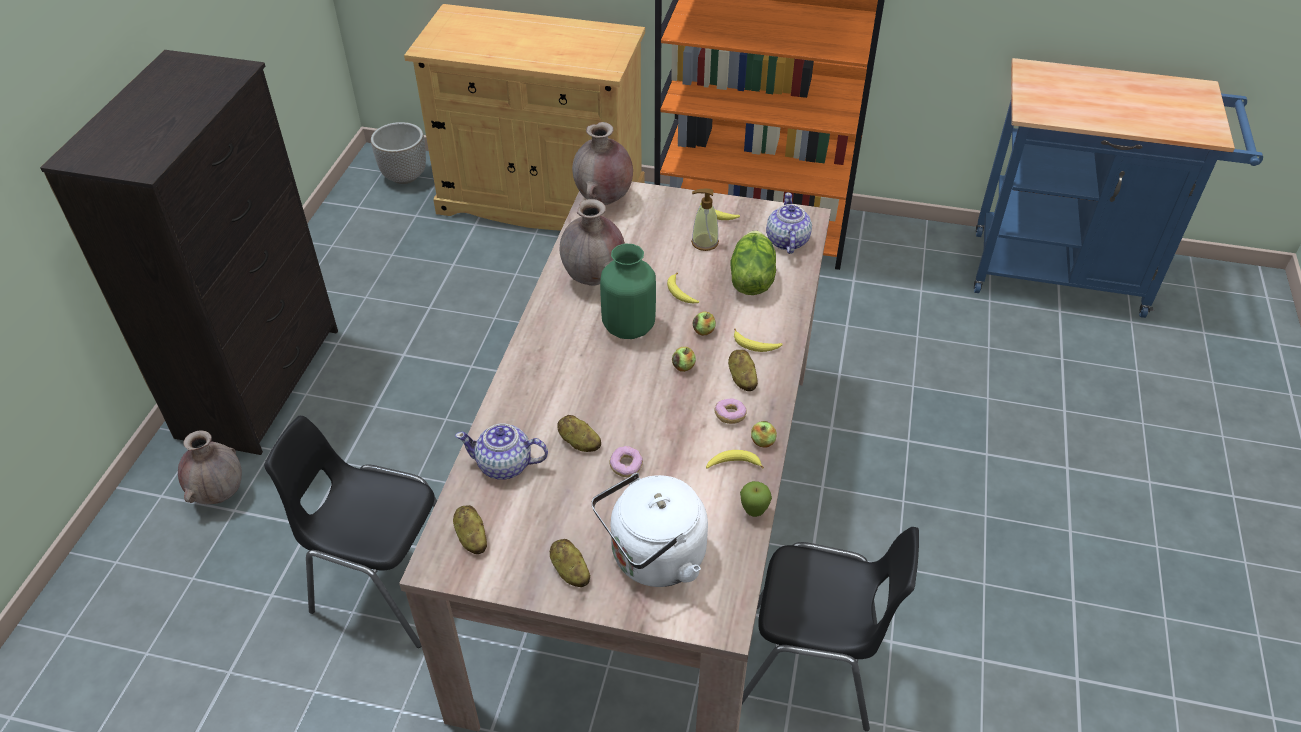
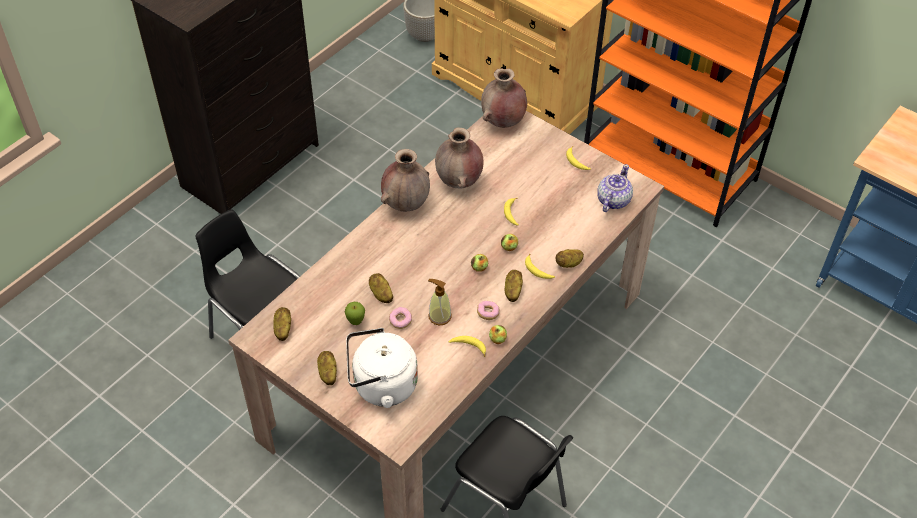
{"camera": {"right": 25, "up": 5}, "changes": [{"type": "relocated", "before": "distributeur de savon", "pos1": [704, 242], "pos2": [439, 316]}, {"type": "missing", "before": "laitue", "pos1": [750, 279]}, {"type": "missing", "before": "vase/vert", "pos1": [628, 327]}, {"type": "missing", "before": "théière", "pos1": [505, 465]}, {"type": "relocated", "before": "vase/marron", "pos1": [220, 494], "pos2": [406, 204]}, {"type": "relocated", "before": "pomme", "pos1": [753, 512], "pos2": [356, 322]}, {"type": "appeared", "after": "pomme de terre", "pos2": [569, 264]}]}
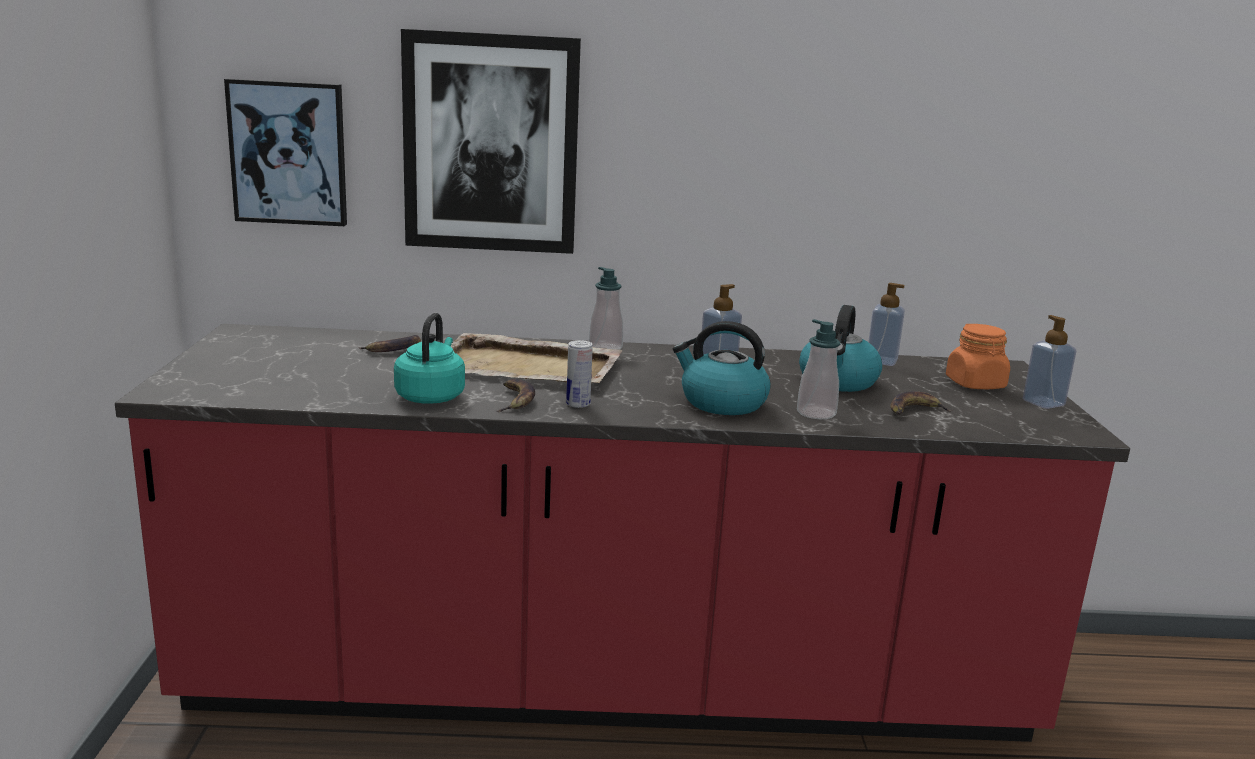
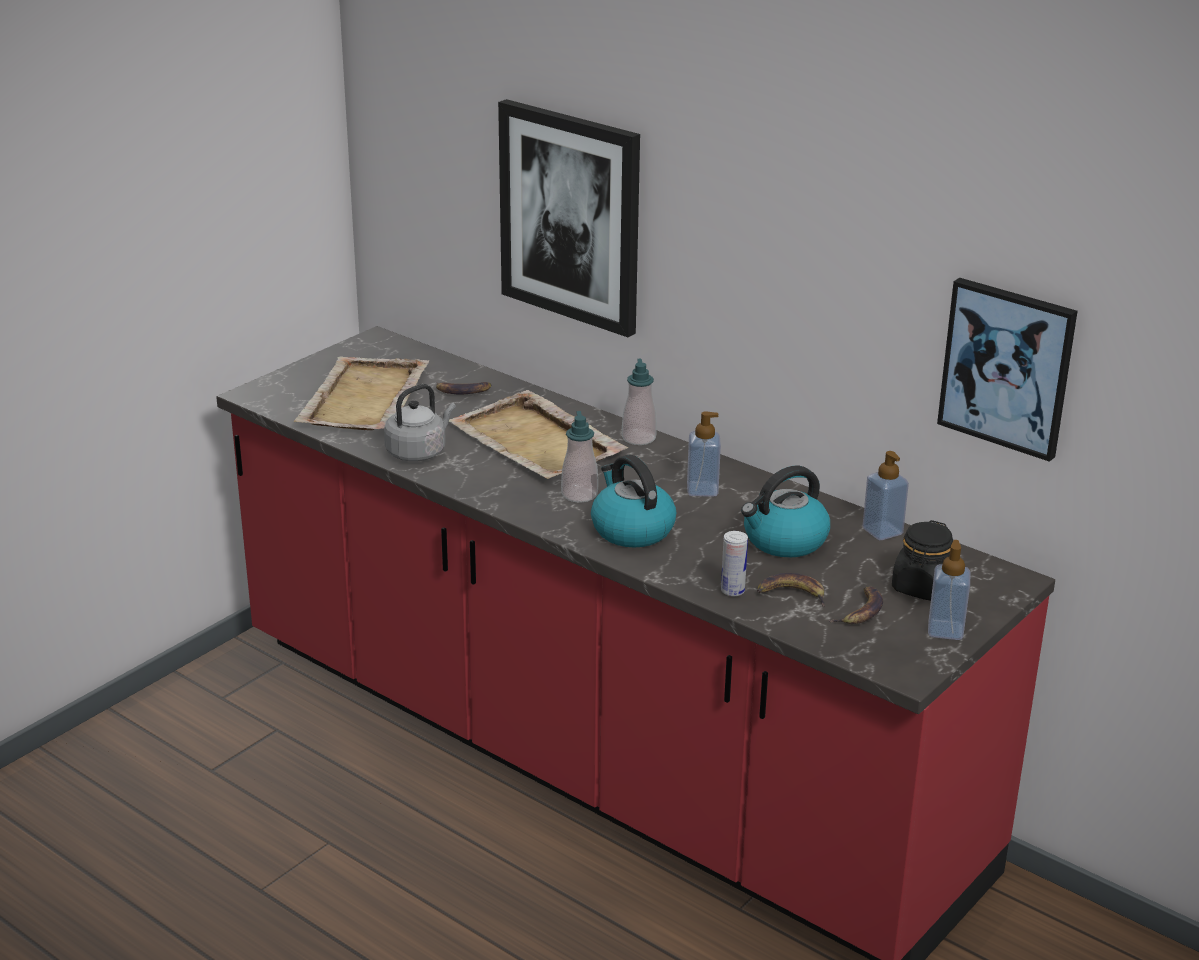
{"camera": {"right": 40, "up": 10}, "changes": [{"type": "relocated", "before": "tableau", "pos1": [289, 153], "pos2": [1007, 367]}, {"type": "colour", "before": "bouilloire/turquoise", "after": "bouilloire/gris", "pos1": [431, 396], "pos2": [419, 452]}, {"type": "relocated", "before": "distributeur de savon", "pos1": [816, 413], "pos2": [579, 494]}, {"type": "colour", "before": "bocal/orange", "after": "bocal/noir", "pos1": [975, 384], "pos2": [923, 587]}, {"type": "relocated", "before": "boîte métallique", "pos1": [578, 404], "pos2": [732, 591]}, {"type": "relocated", "before": "banane", "pos1": [515, 400], "pos2": [860, 611]}, {"type": "appeared", "after": "plateau/beige", "pos2": [363, 399]}]}
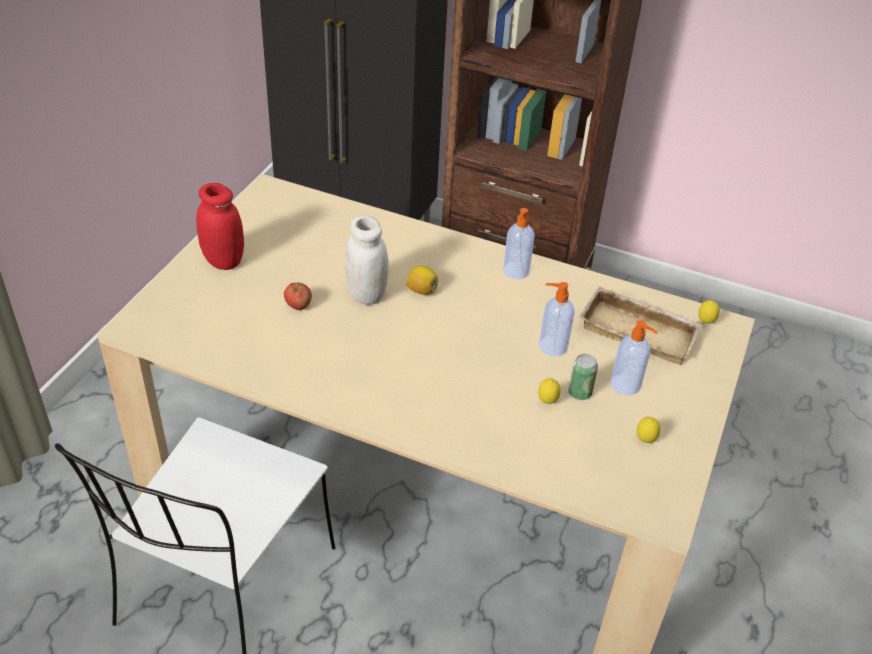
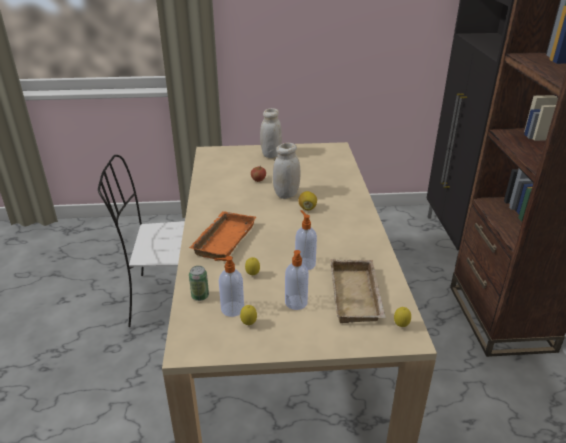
{"camera": {"right": 65, "up": -10}, "changes": [{"type": "colour", "before": "bocal/rouge", "after": "bocal/blanc", "pos1": [223, 261], "pos2": [271, 154]}, {"type": "relocated", "before": "distributeur de savon", "pos1": [515, 271], "pos2": [231, 309]}, {"type": "relocated", "before": "boîte métallique", "pos1": [579, 393], "pos2": [200, 296]}, {"type": "appeared", "after": "plateau/orange", "pos2": [223, 239]}]}
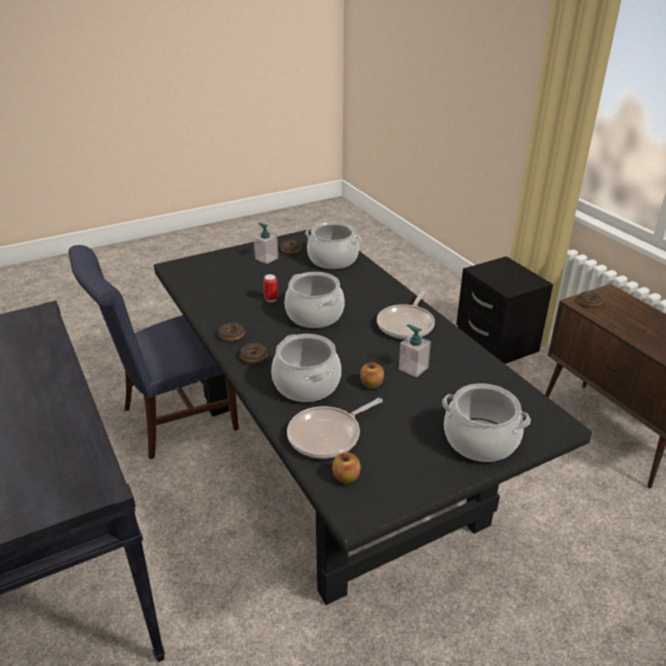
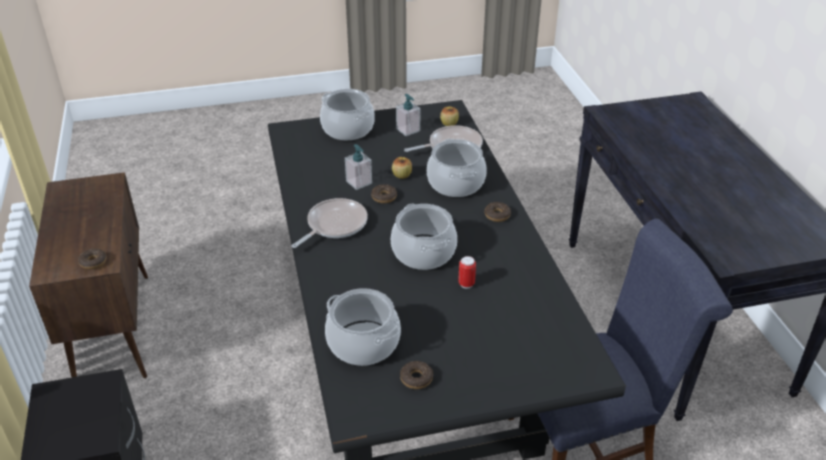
{"camera": {"right": -165, "up": 5}, "changes": [{"type": "relocated", "before": "distributeur de savon", "pos1": [266, 258], "pos2": [408, 130]}, {"type": "relocated", "before": "beignet", "pos1": [231, 335], "pos2": [384, 197]}]}
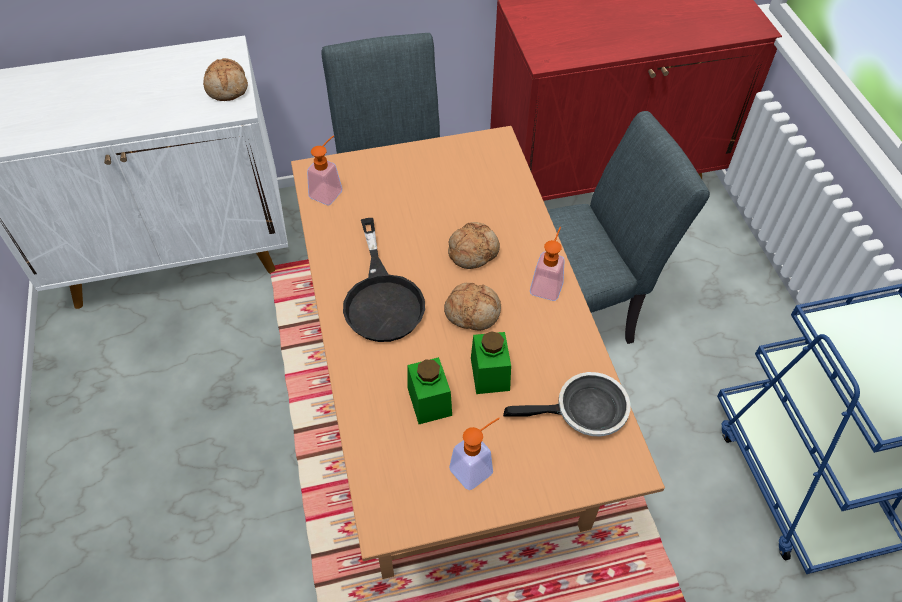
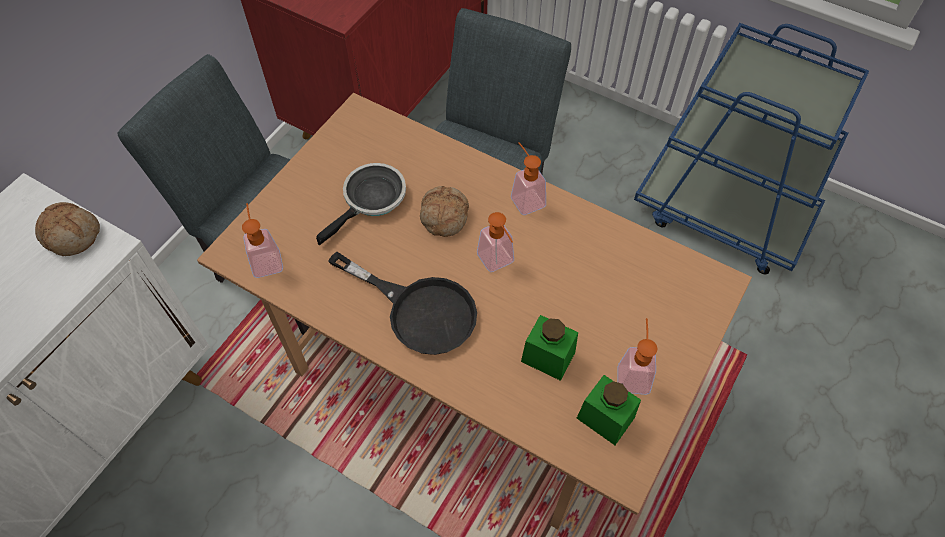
{"camera": {"right": -45, "up": 5}, "changes": [{"type": "exchanged", "before": "pain", "after": "distributeur de savon", "pos1": [473, 311], "pos2": [498, 262]}, {"type": "relocated", "before": "bocal/vert", "pos1": [490, 374], "pos2": [605, 418]}, {"type": "relocated", "before": "poêle", "pos1": [585, 411], "pos2": [371, 200]}]}
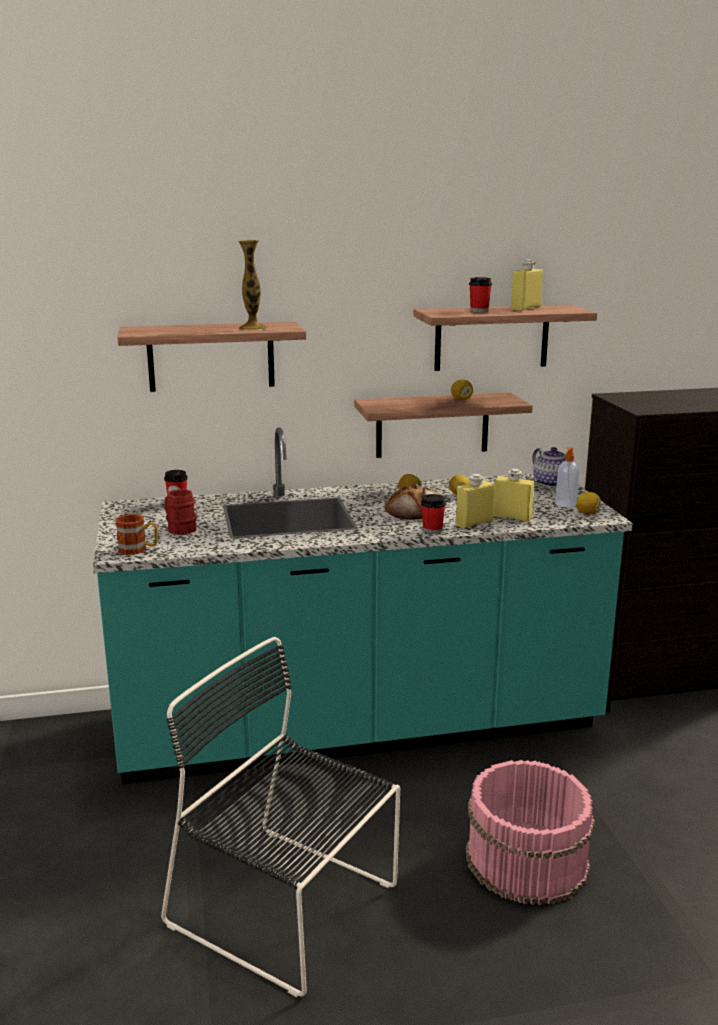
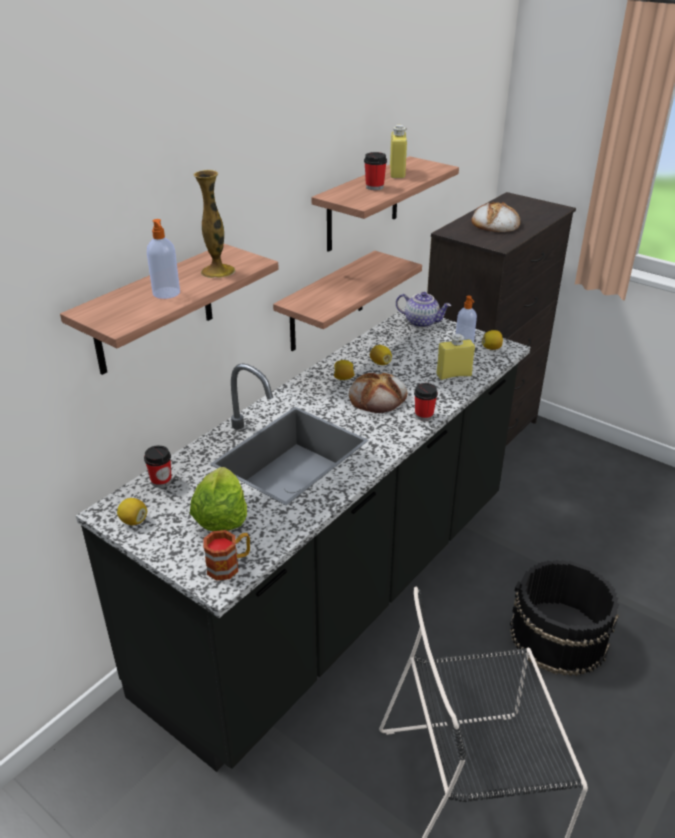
{"camera": {"right": -40, "up": 15}, "changes": [{"type": "relocated", "before": "citron", "pos1": [461, 399], "pos2": [133, 521]}, {"type": "colour", "before": "comptoir de cuisine/turquoise", "after": "comptoir de cuisine/noir", "pos1": [359, 728], "pos2": [337, 592]}, {"type": "missing", "before": "bouteille/jaune", "pos1": [474, 523]}, {"type": "exchanged", "before": "mug/rouge", "after": "laitue", "pos1": [179, 528], "pos2": [220, 516]}, {"type": "colour", "before": "seau/rose", "after": "seau/noir", "pos1": [525, 860], "pos2": [558, 636]}, {"type": "appeared", "after": "pain", "pos2": [495, 224]}, {"type": "appeared", "after": "distributeur de savon", "pos2": [166, 293]}]}
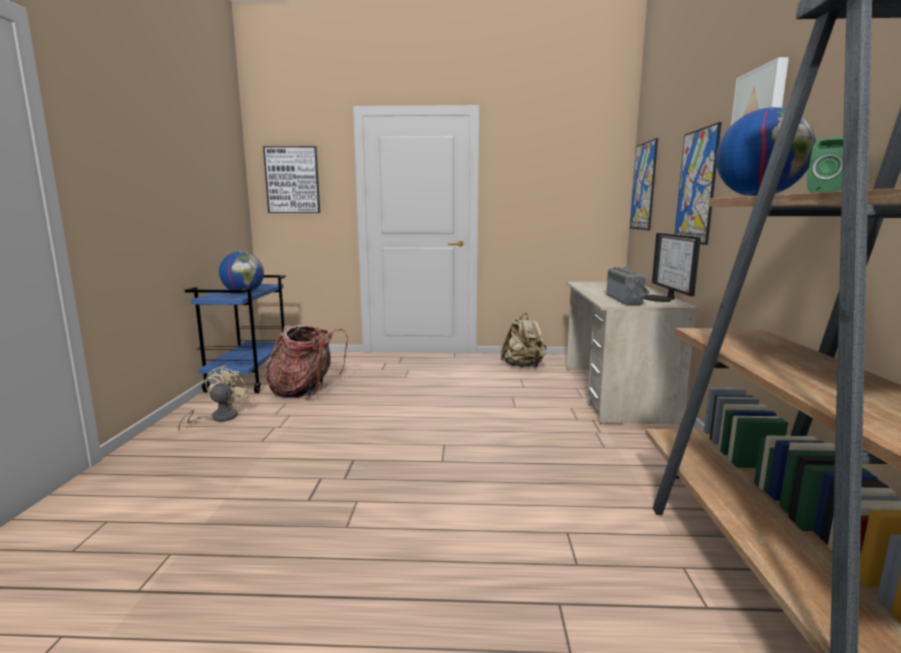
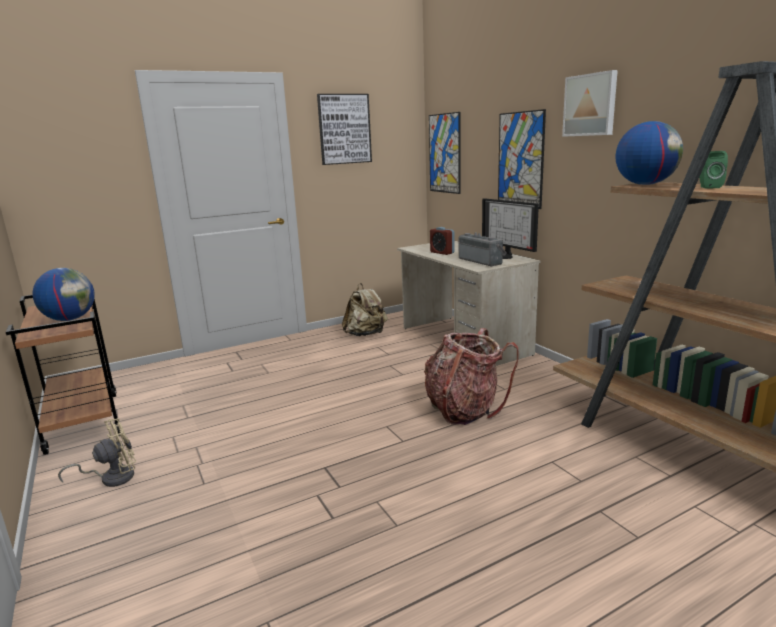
{"camera": {"right": -30, "up": 5}, "changes": [{"type": "relocated", "before": "tableau", "pos1": [292, 180], "pos2": [344, 129]}, {"type": "colour", "before": "chariot/bleu", "after": "chariot/marron", "pos1": [249, 378], "pos2": [82, 422]}, {"type": "relocated", "before": "sac à dos", "pos1": [305, 391], "pos2": [464, 409]}, {"type": "spun", "before": "ventilateur/beige", "pos1": [218, 418], "pos2": [112, 477], "turn": 75}, {"type": "appeared", "after": "réveil", "pos2": [442, 252]}]}
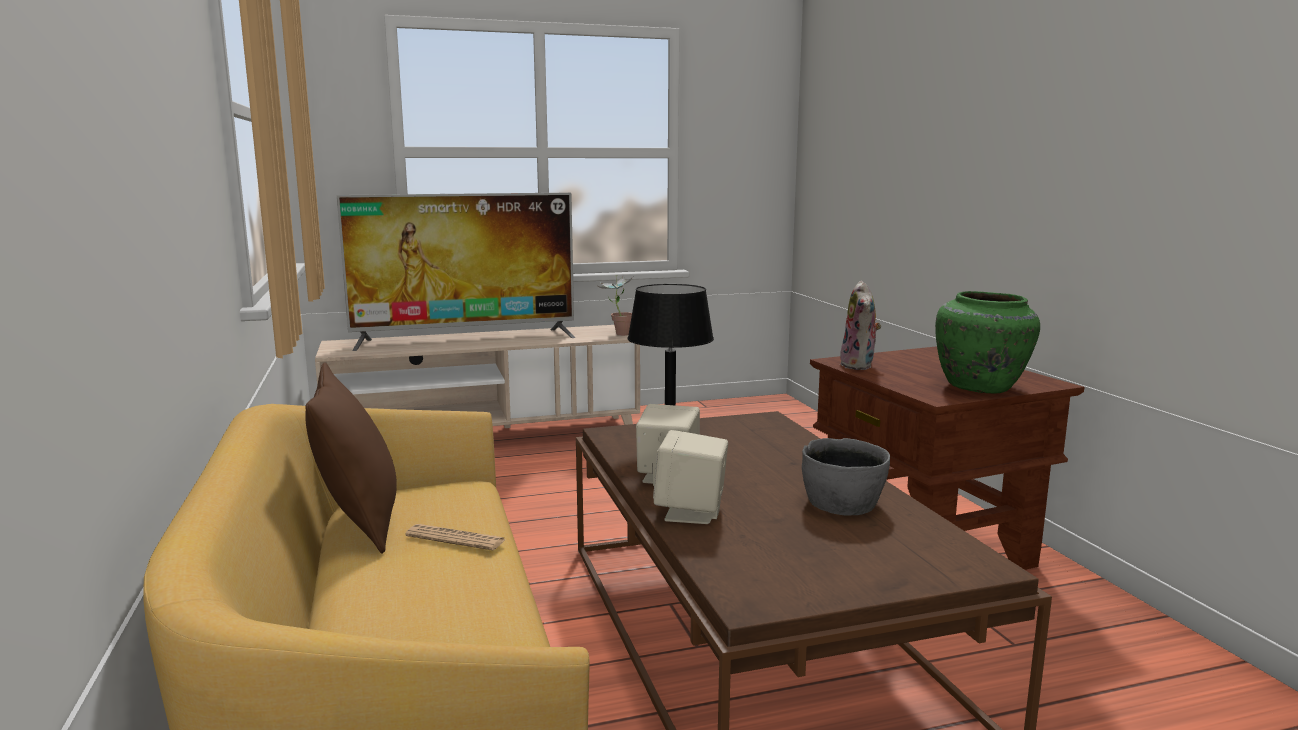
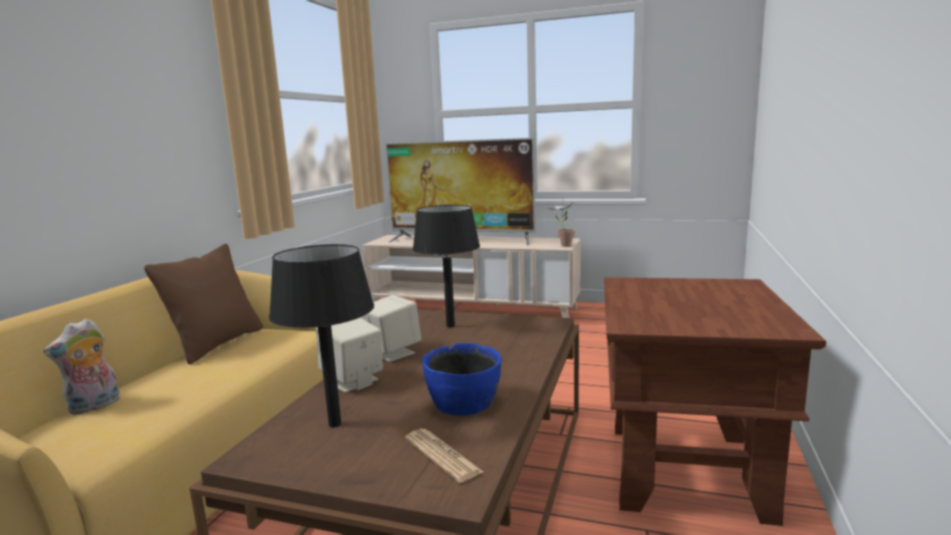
{"camera": {"right": 35, "up": 0}, "changes": [{"type": "relocated", "before": "peluche", "pos1": [859, 365], "pos2": [94, 406]}, {"type": "missing", "before": "vase/vert", "pos1": [981, 387]}, {"type": "colour", "before": "bol/gris", "after": "bol/bleu", "pos1": [843, 503], "pos2": [464, 402]}, {"type": "relocated", "before": "journal", "pos1": [455, 538], "pos2": [442, 455]}, {"type": "appeared", "after": "lampe de table/noir", "pos2": [335, 424]}]}
